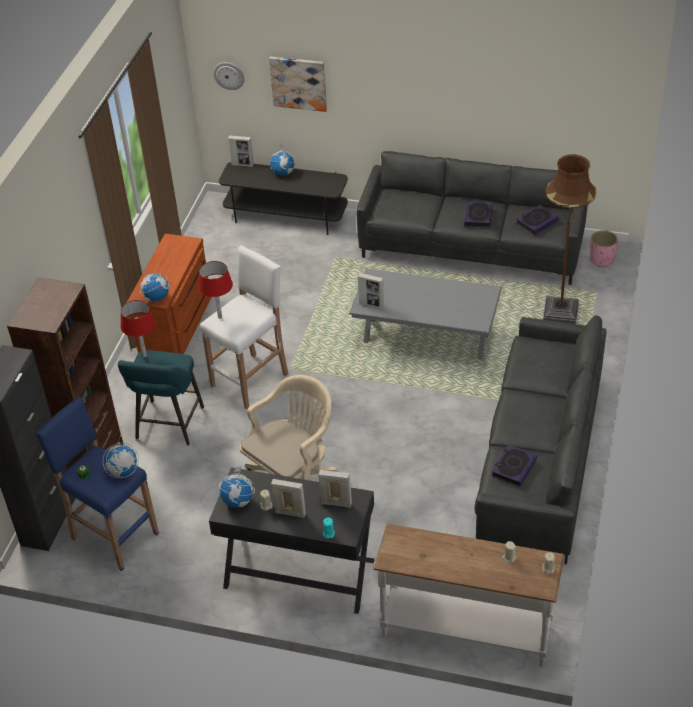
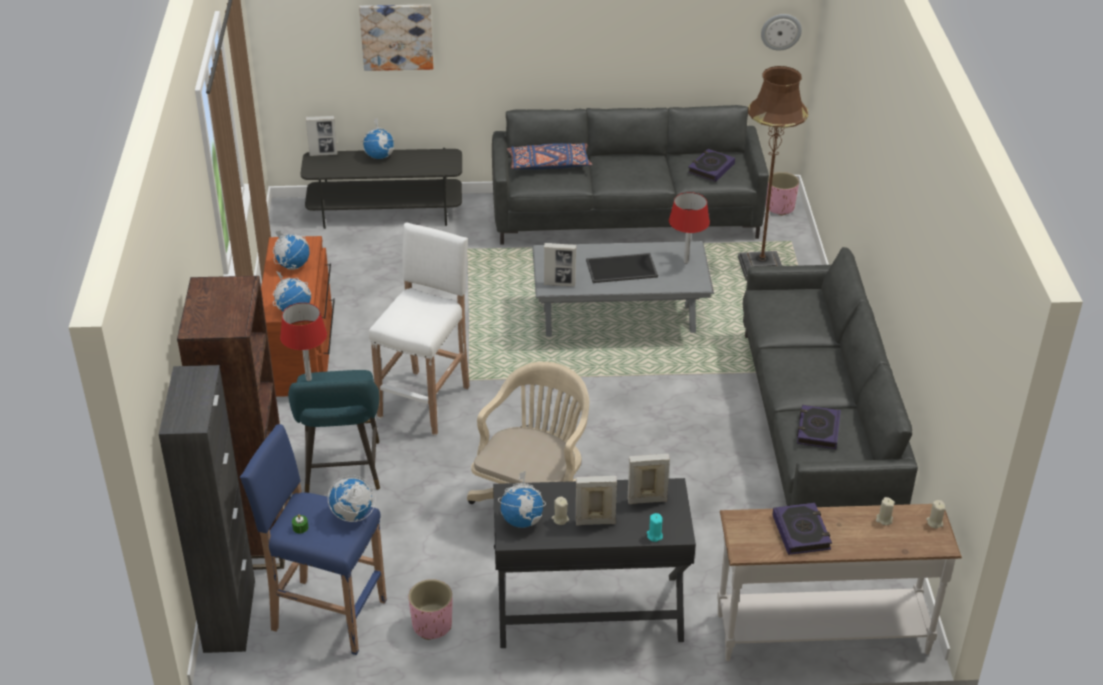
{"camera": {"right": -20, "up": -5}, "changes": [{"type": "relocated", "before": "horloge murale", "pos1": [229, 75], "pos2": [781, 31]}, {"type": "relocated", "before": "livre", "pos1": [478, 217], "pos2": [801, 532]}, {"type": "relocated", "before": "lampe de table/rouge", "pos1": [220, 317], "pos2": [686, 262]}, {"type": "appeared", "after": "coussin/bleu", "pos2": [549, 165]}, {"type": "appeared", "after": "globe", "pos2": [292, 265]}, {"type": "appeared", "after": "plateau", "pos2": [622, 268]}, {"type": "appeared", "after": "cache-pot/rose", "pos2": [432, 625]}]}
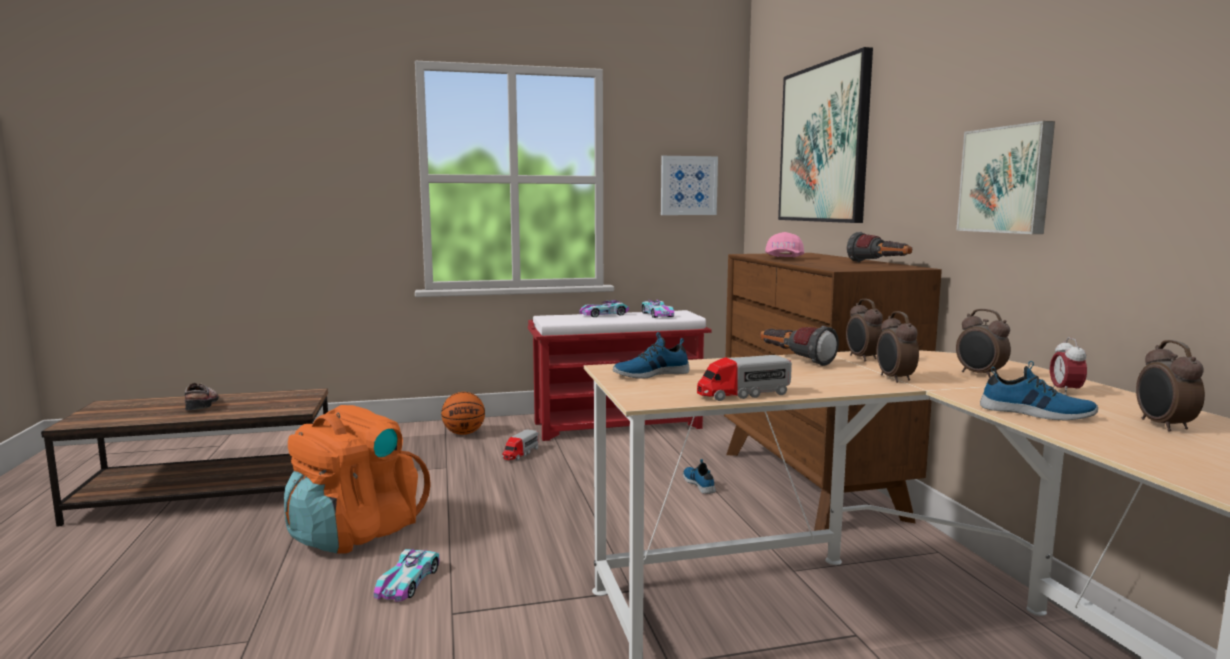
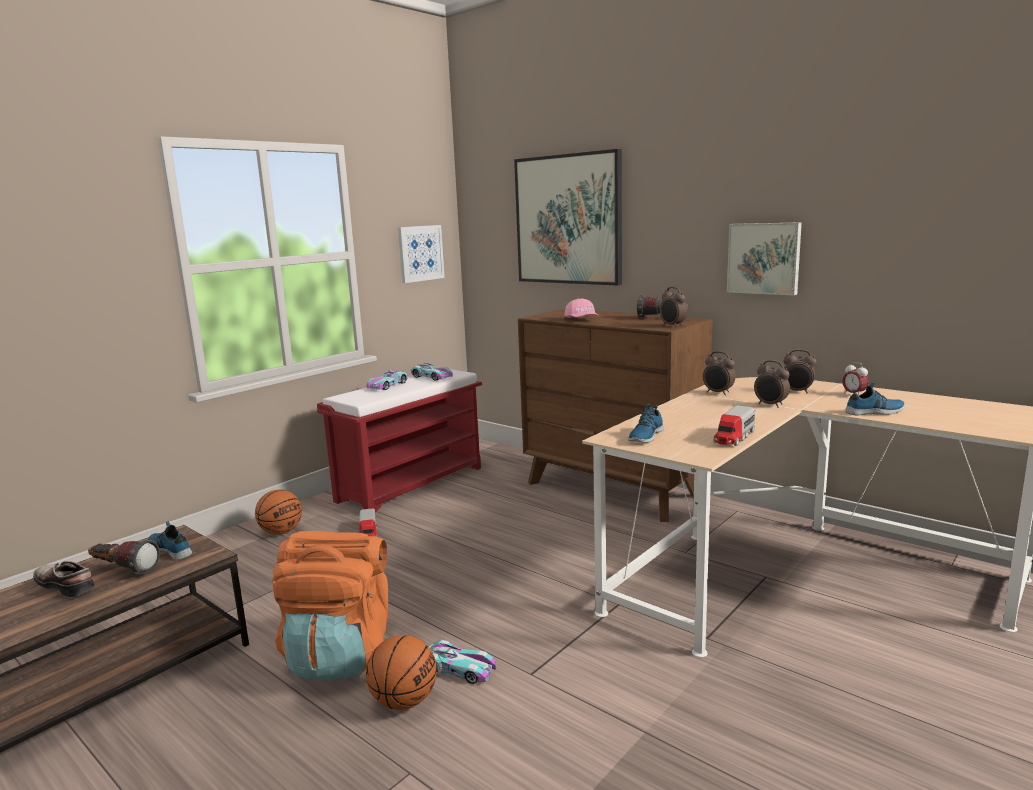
{"camera": {"right": -35, "up": 5}, "changes": [{"type": "relocated", "before": "lampe de poche", "pos1": [794, 359], "pos2": [123, 569]}, {"type": "relocated", "before": "réveil", "pos1": [1163, 426], "pos2": [672, 326]}, {"type": "relocated", "before": "chaussure", "pos1": [699, 484], "pos2": [171, 549]}, {"type": "spun", "before": "petite voiture", "pos1": [408, 582], "pos2": [458, 669], "turn": -45}, {"type": "appeared", "after": "ballon de basket", "pos2": [404, 701]}]}
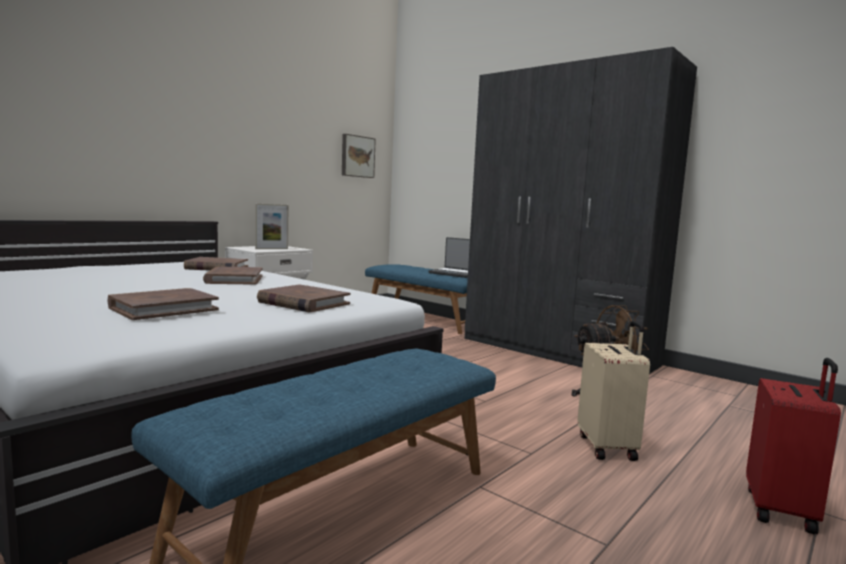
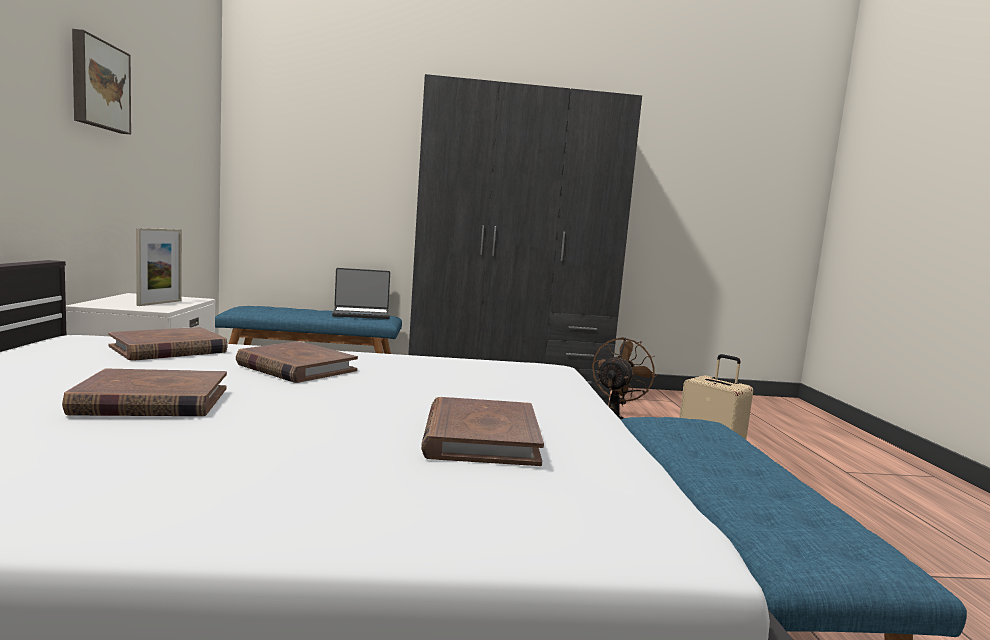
{"camera": {"right": -45, "up": 0}, "changes": [{"type": "relocated", "before": "tableau", "pos1": [357, 156], "pos2": [98, 85]}, {"type": "relocated", "before": "livre/marron", "pos1": [303, 303], "pos2": [151, 401]}, {"type": "missing", "before": "valise/rouge", "pos1": [782, 510]}]}
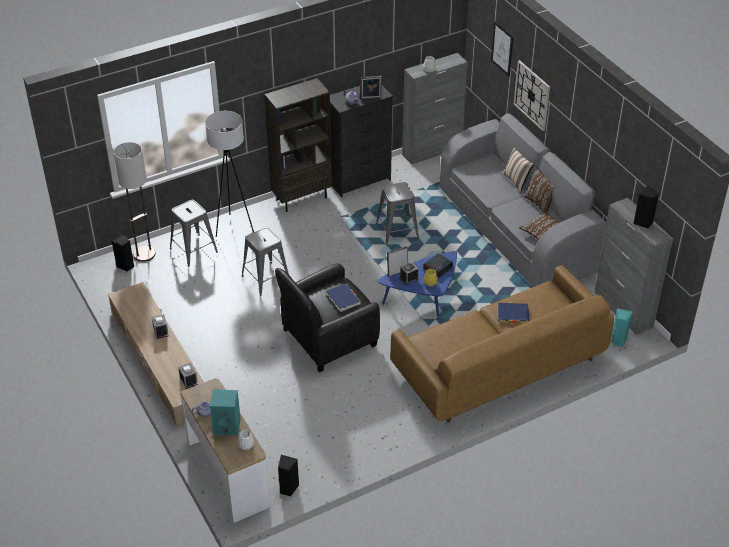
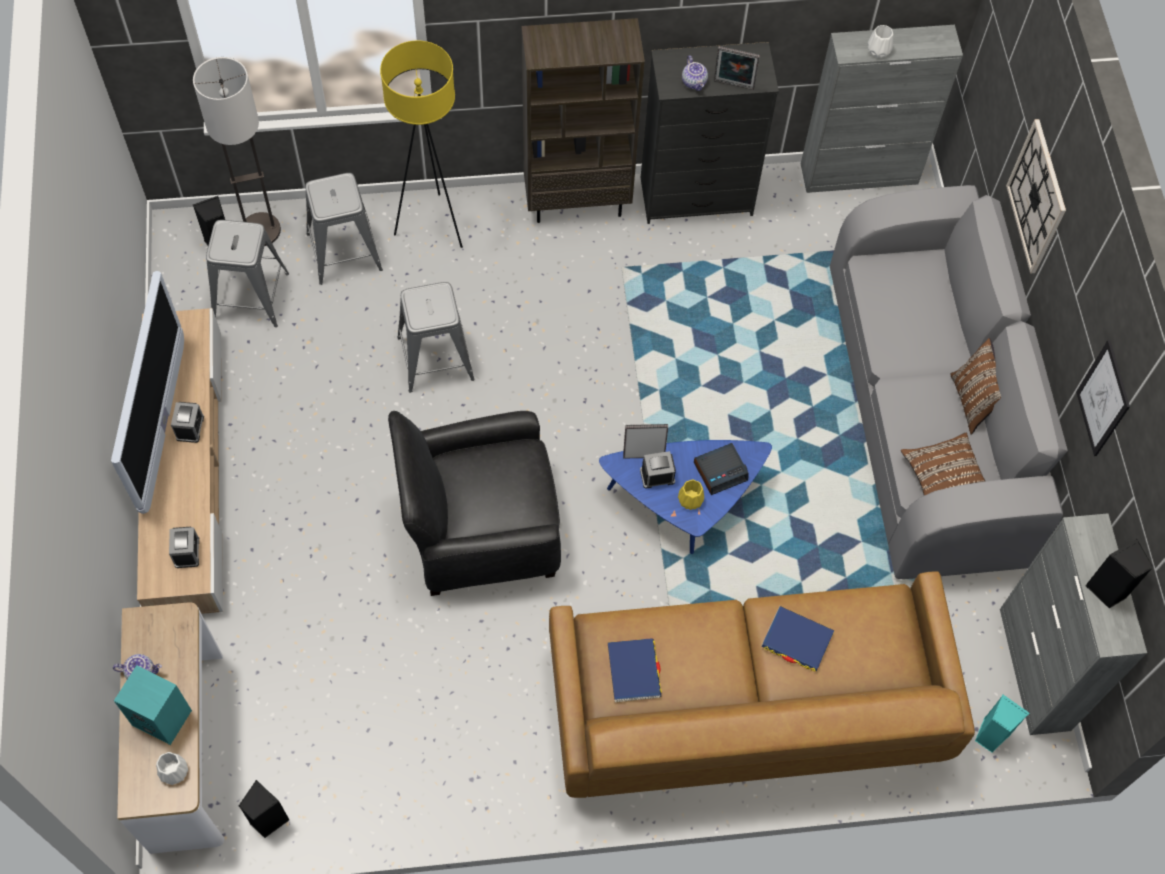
{"camera": {"right": 20, "up": 20}, "changes": [{"type": "relocated", "before": "tableau", "pos1": [502, 48], "pos2": [1103, 398]}, {"type": "colour", "before": "lampadaire/blanc", "after": "lampadaire/jaune", "pos1": [233, 228], "pos2": [432, 226]}, {"type": "missing", "before": "coussin/beige", "pos1": [517, 181]}, {"type": "relocated", "before": "tabouret/gris", "pos1": [397, 231], "pos2": [251, 297]}, {"type": "relocated", "before": "livre/bleu", "pos1": [343, 299], "pos2": [633, 671]}, {"type": "appeared", "after": "téléviseur", "pos2": [163, 425]}]}
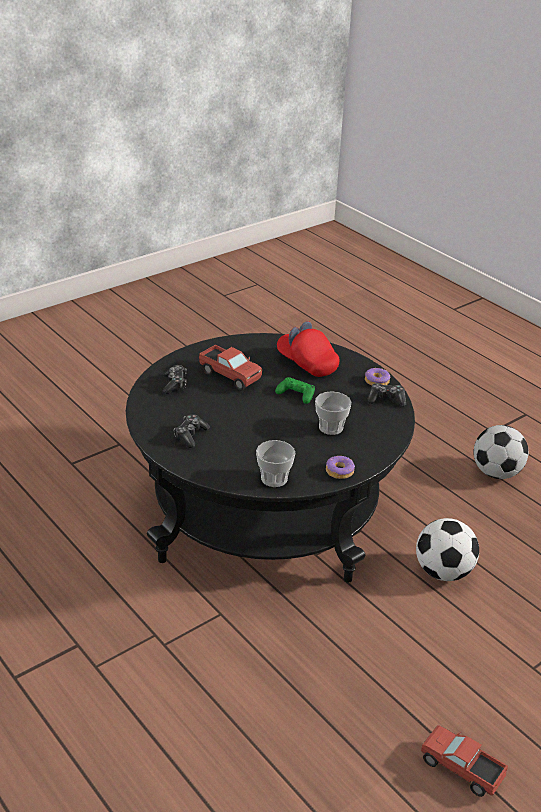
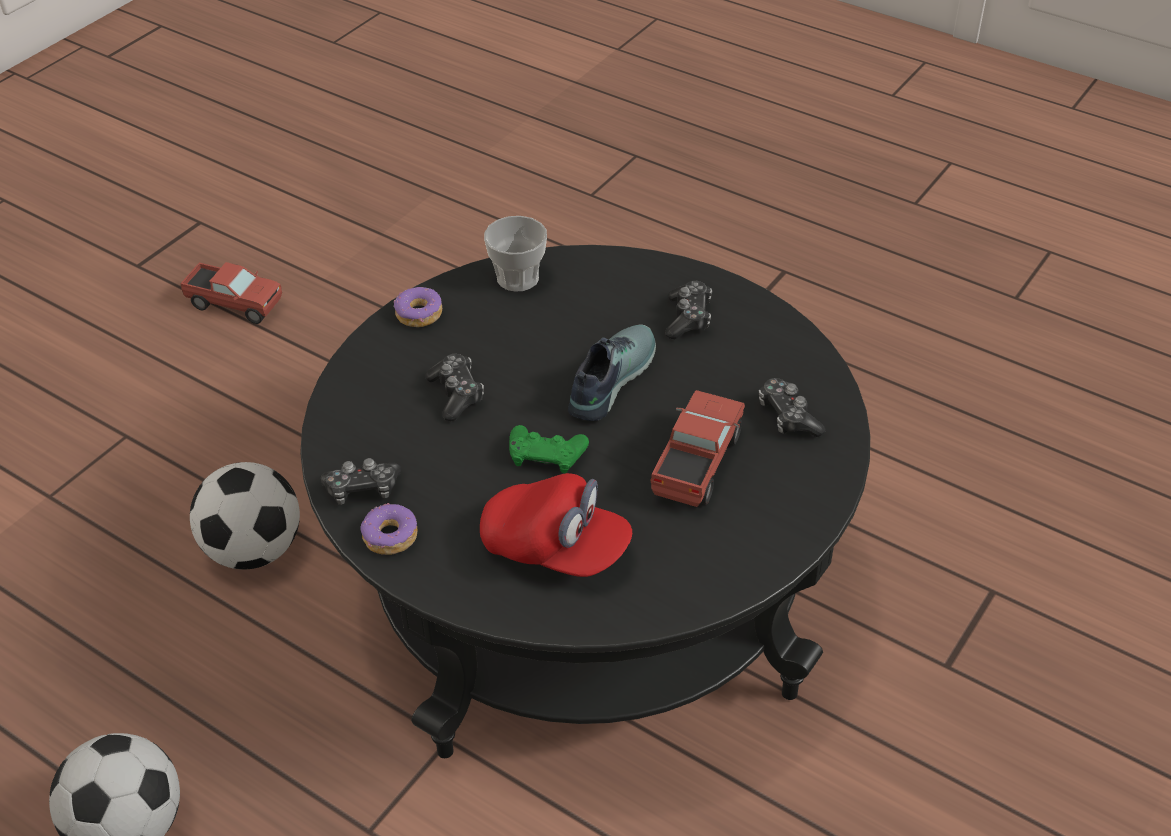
{"camera": {"right": 165, "up": 10}, "changes": [{"type": "spun", "before": "camion jouet", "pos1": [230, 376], "pos2": [697, 465], "turn": 90}, {"type": "exchanged", "before": "tasse", "after": "manette", "pos1": [330, 427], "pos2": [456, 394]}, {"type": "appeared", "after": "chaussure", "pos2": [608, 379]}]}
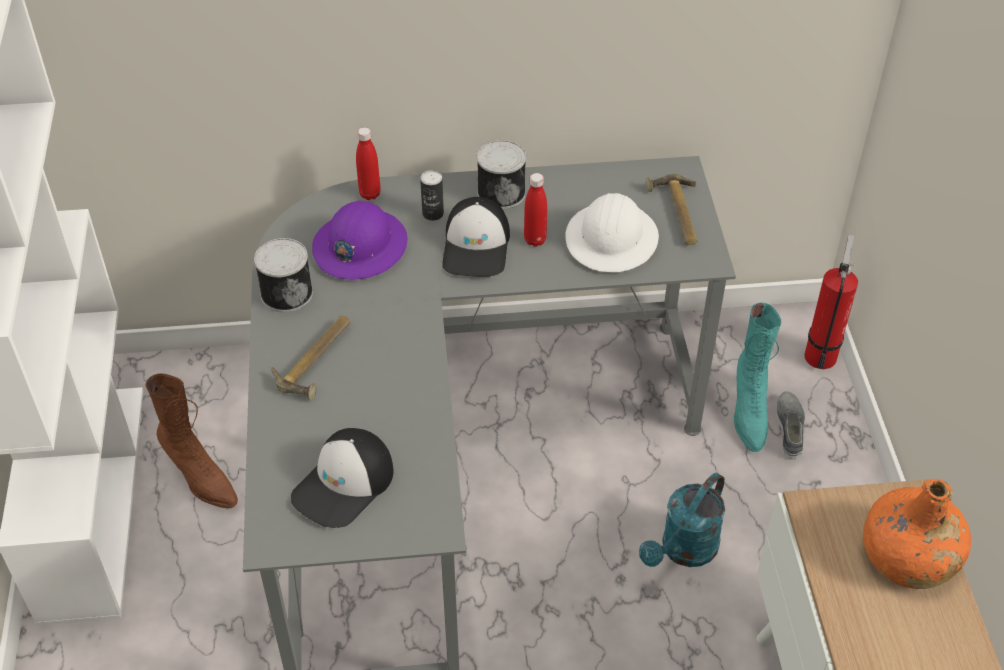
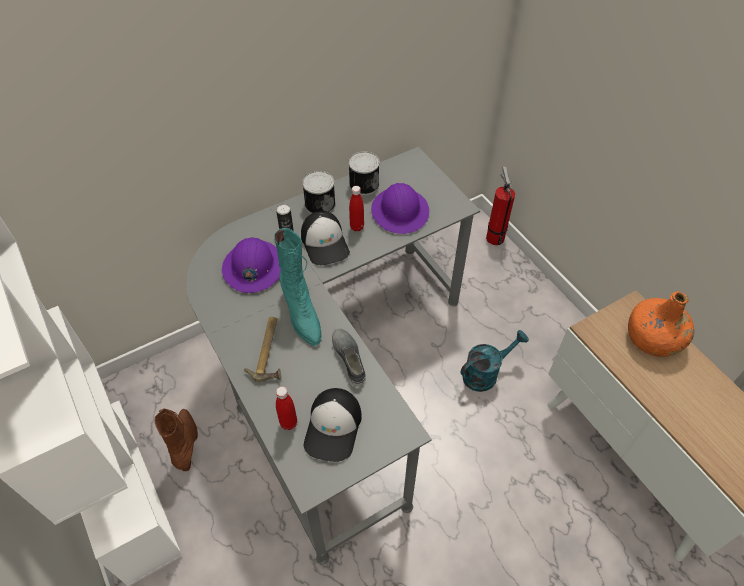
{"camera": {"right": -25, "up": 5}, "changes": [{"type": "relocated", "before": "bouteille/rouge", "pos1": [370, 194], "pos2": [288, 423]}, {"type": "missing", "before": "marteau", "pos1": [676, 213]}, {"type": "colour", "before": "casque de chantier/blanc", "after": "casque de chantier/violet", "pos1": [612, 239], "pos2": [400, 211]}, {"type": "relocated", "before": "boîte métallique", "pos1": [286, 292], "pos2": [363, 184]}, {"type": "relocated", "before": "botte/turquoise", "pos1": [749, 412], "pos2": [301, 314]}, {"type": "spun", "before": "botte/marron", "pos1": [200, 478], "pos2": [186, 443], "turn": -120}, {"type": "relocated", "before": "chaussure/gris", "pos1": [790, 428], "pos2": [349, 358]}, {"type": "spun", "before": "arrosoir/turquoise", "pos1": [683, 551], "pos2": [485, 373], "turn": -135}]}
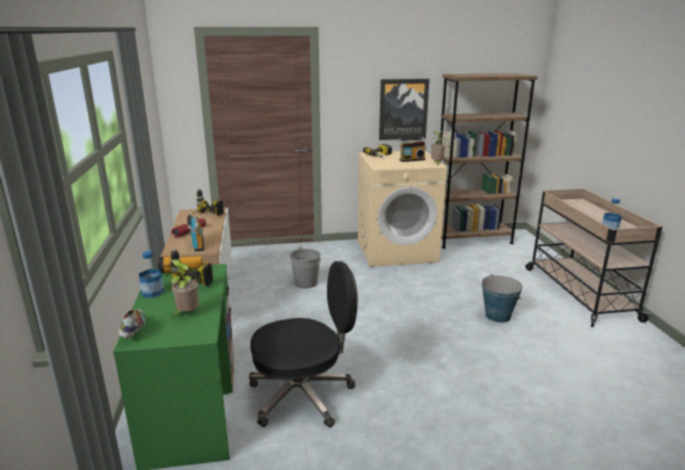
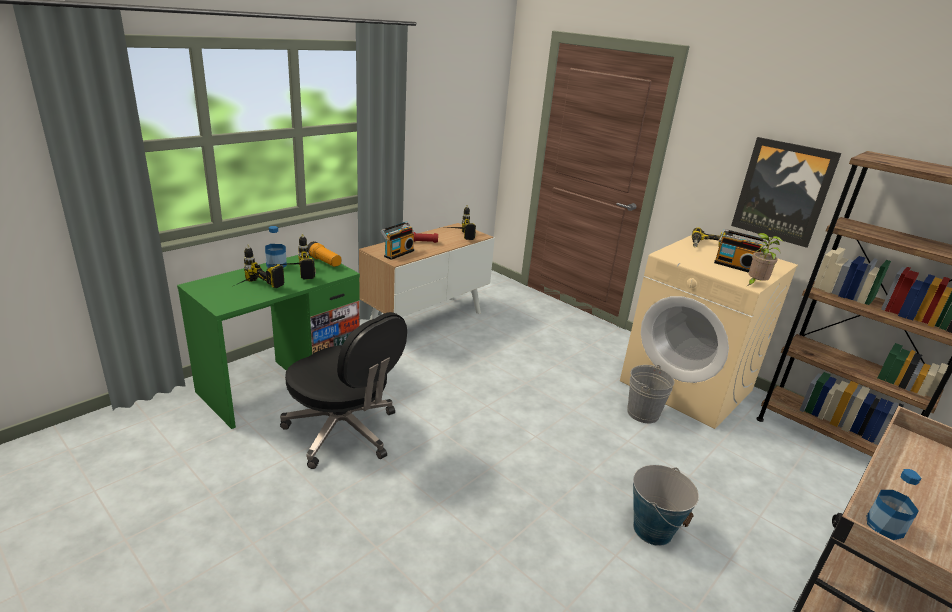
{"camera": {"right": 50, "up": 5}, "changes": [{"type": "relocated", "before": "seau/gris", "pos1": [306, 283], "pos2": [643, 413]}, {"type": "exchanged", "before": "plante en pot", "after": "perceuse", "pos1": [186, 314], "pos2": [252, 289]}, {"type": "missing", "before": "chaussure", "pos1": [133, 331]}]}
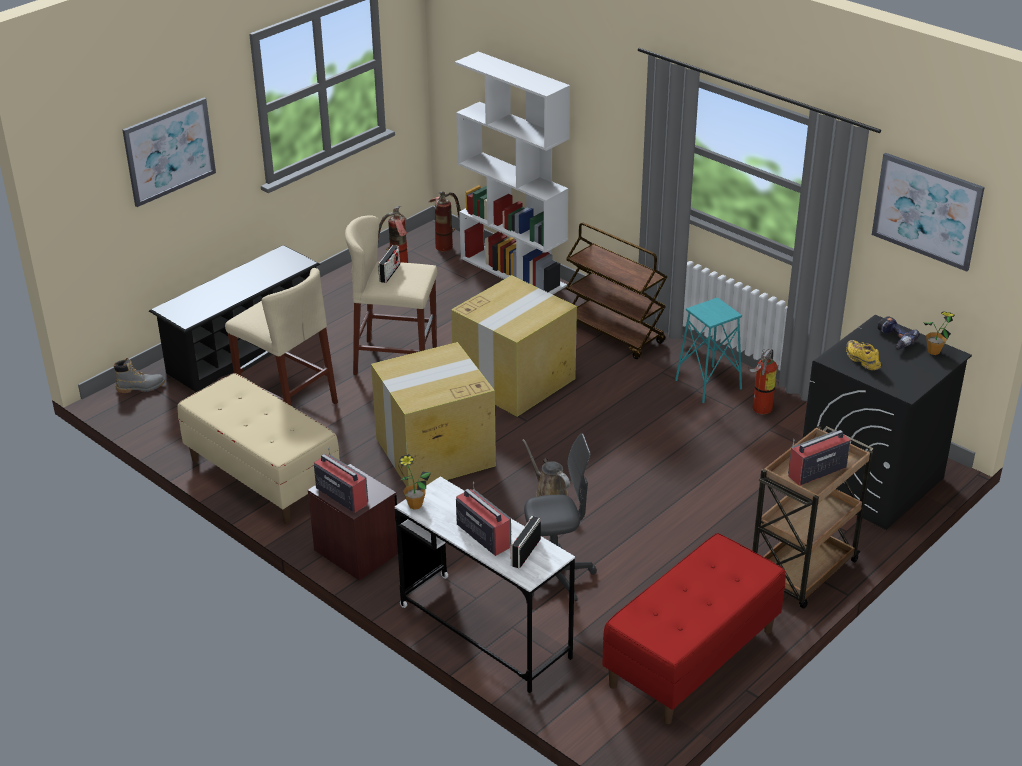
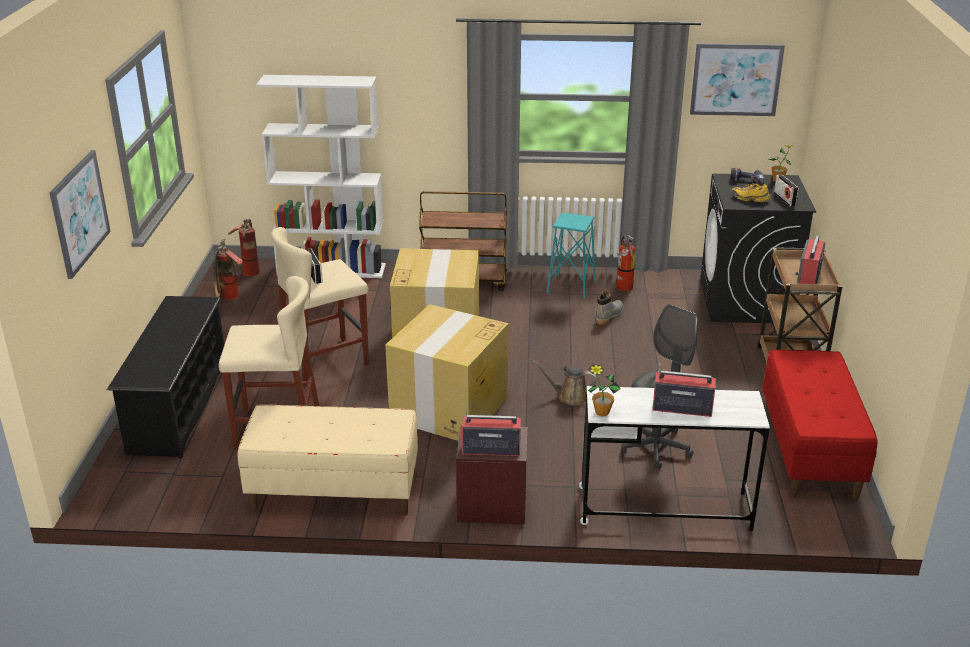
{"camera": {"right": -40, "up": -5}, "changes": [{"type": "relocated", "before": "botte/gris", "pos1": [141, 387], "pos2": [609, 315]}, {"type": "relocated", "before": "radio", "pos1": [525, 552], "pos2": [784, 199]}]}
